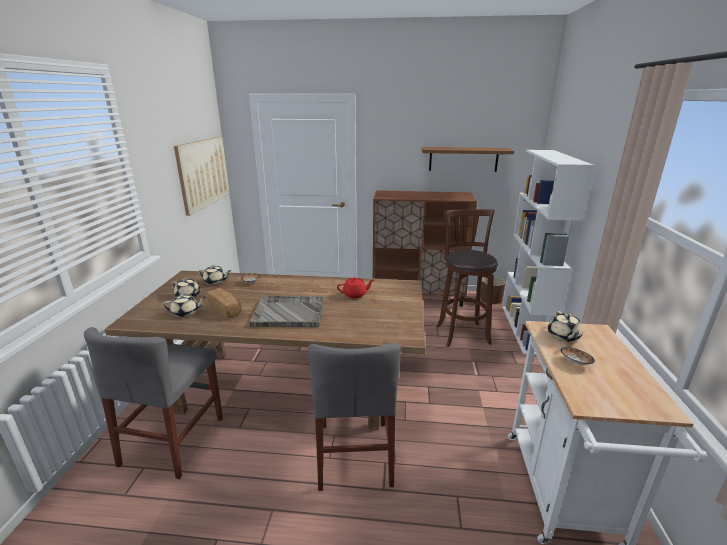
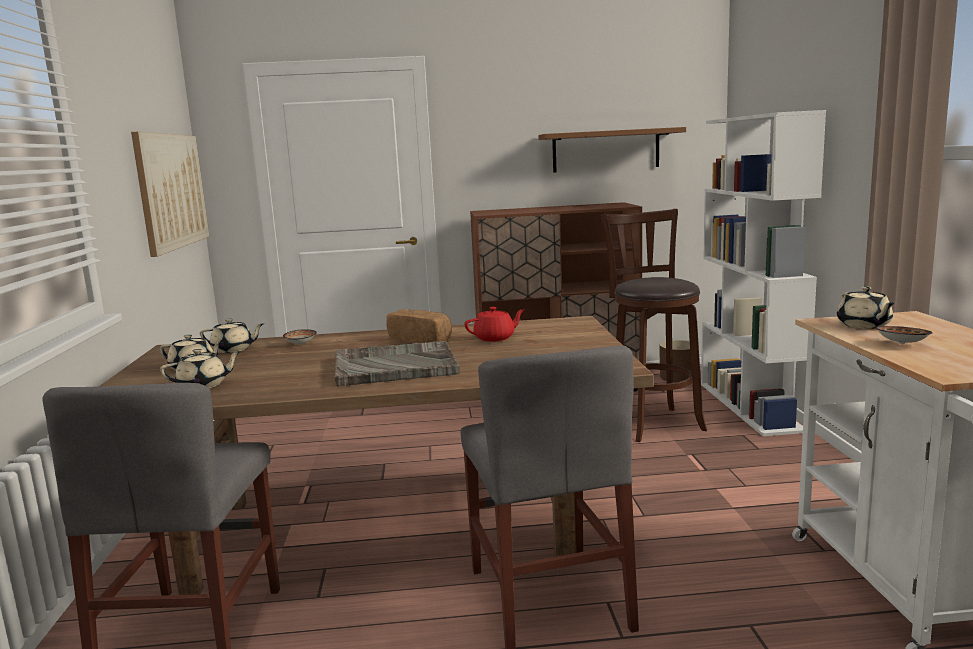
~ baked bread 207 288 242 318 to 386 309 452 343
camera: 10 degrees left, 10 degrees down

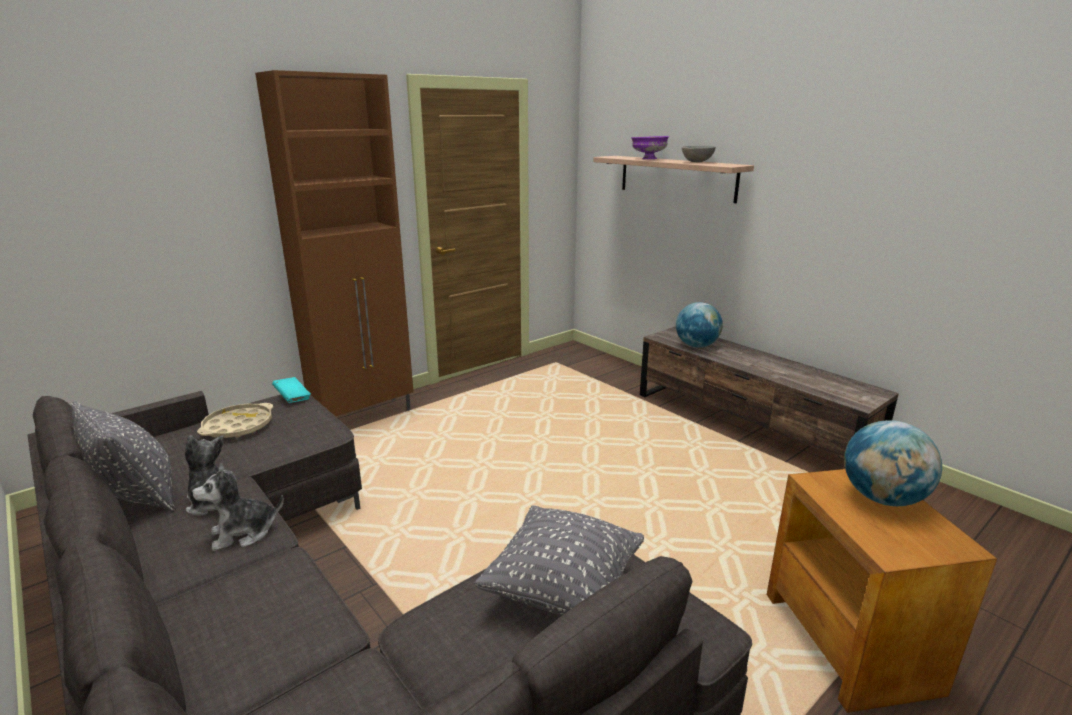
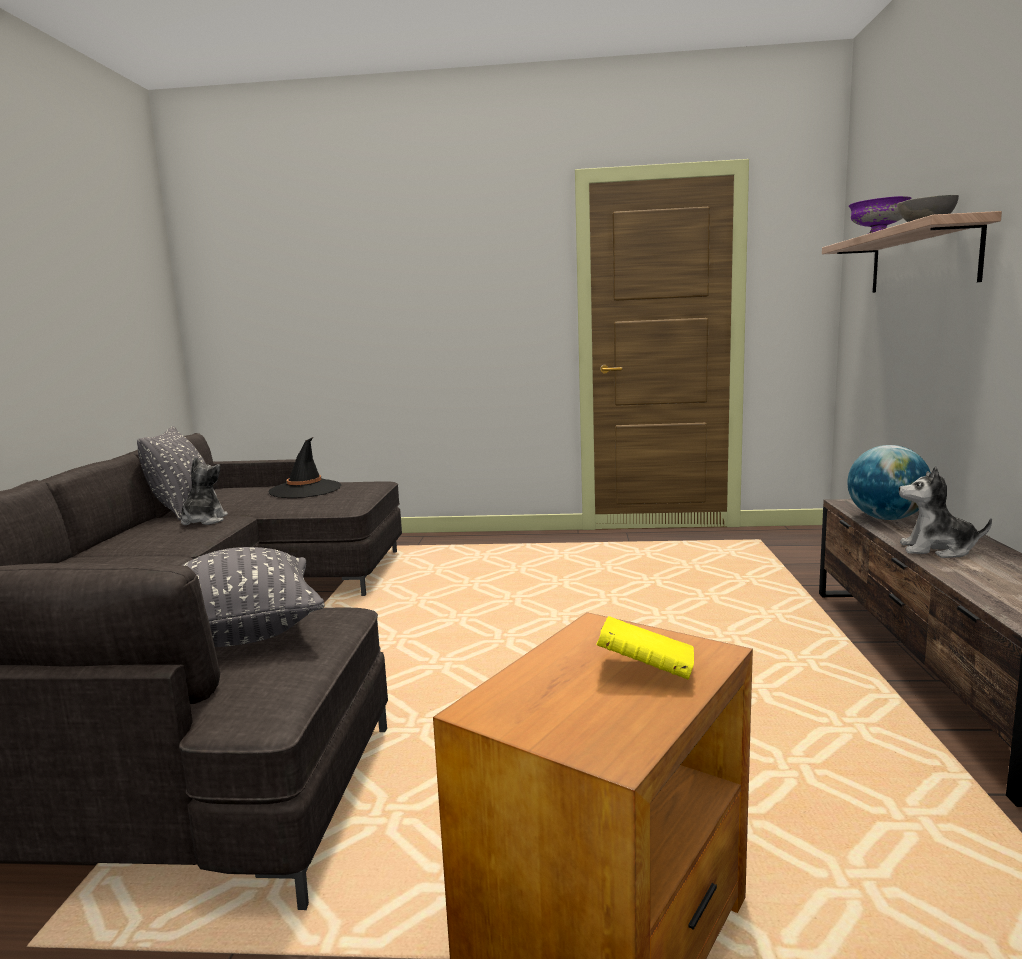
- cabinet/brown-coloured 255 70 413 416
- volume/blue-green 272 377 311 403
~ plush toy 192 463 284 551 to 899 466 992 558
~ tray/beige 197 403 274 438 to hat/black 268 437 341 498
~ desk globe 844 420 942 506 to volume/yellow 596 616 694 680
camera: 45 degrees right, 10 degrees down

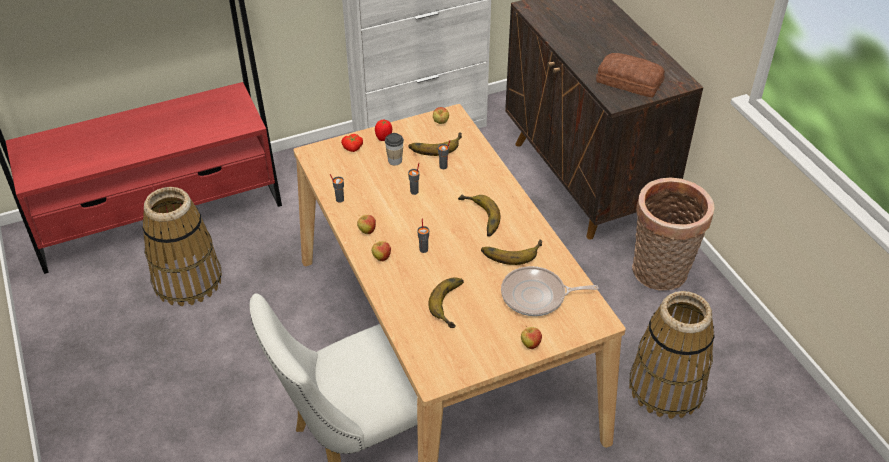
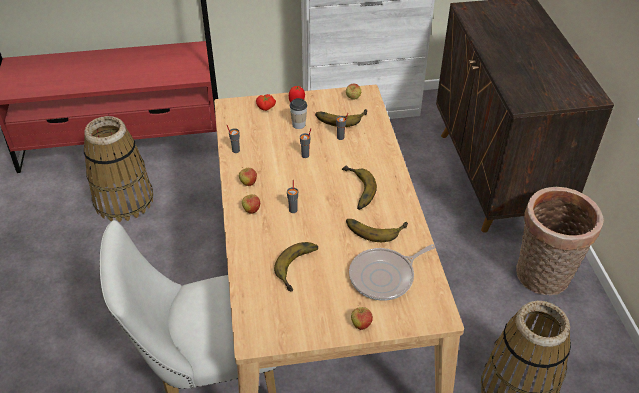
- baked bread 596 53 665 97
~ pan 501 266 598 316 = 349 244 435 301 45 degrees counterclockwise
camera: 15 degrees right, 0 degrees up

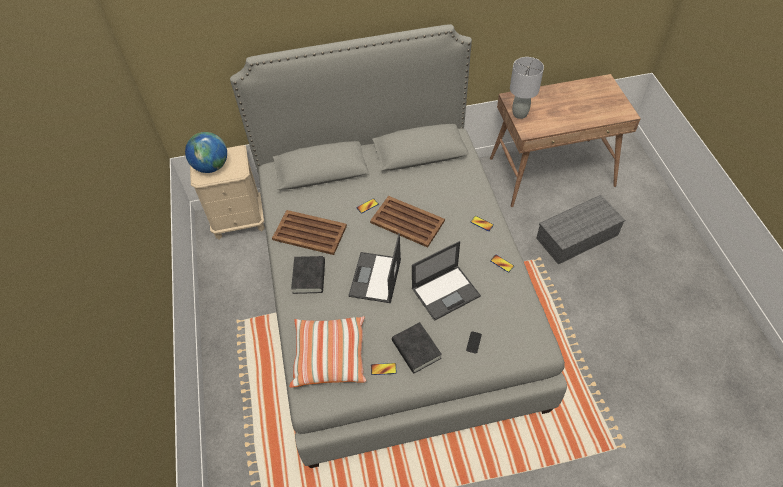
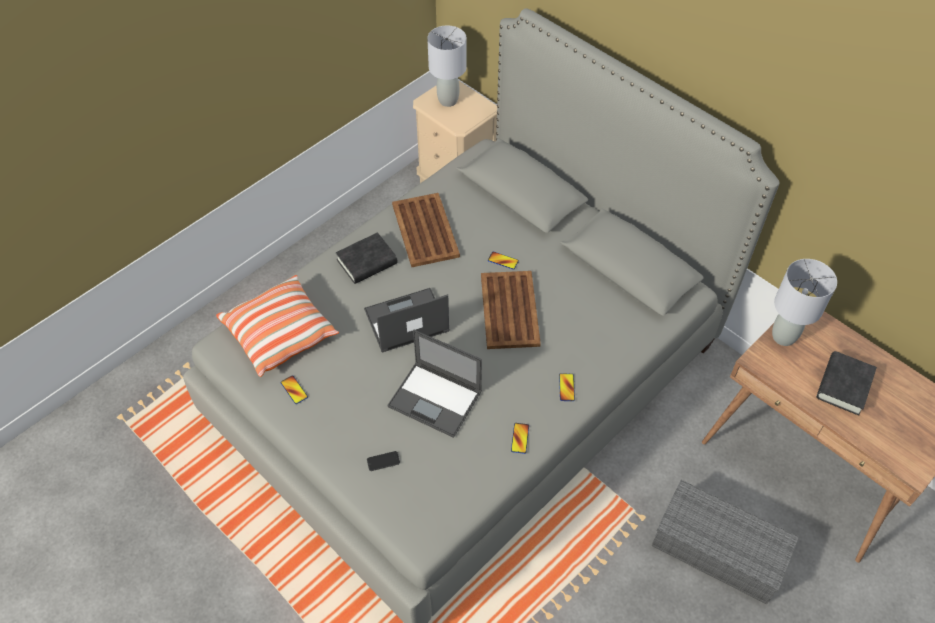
~ volume/black 392 322 442 374 to 816 351 877 416
~ desk globe 185 132 227 173 to tabletop lamp/grey 427 25 467 107
camera: 55 degrees right, 0 degrees up

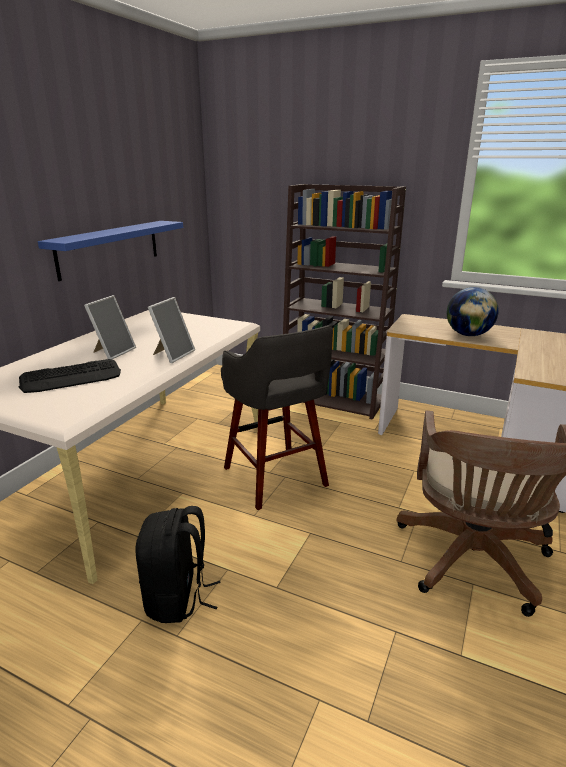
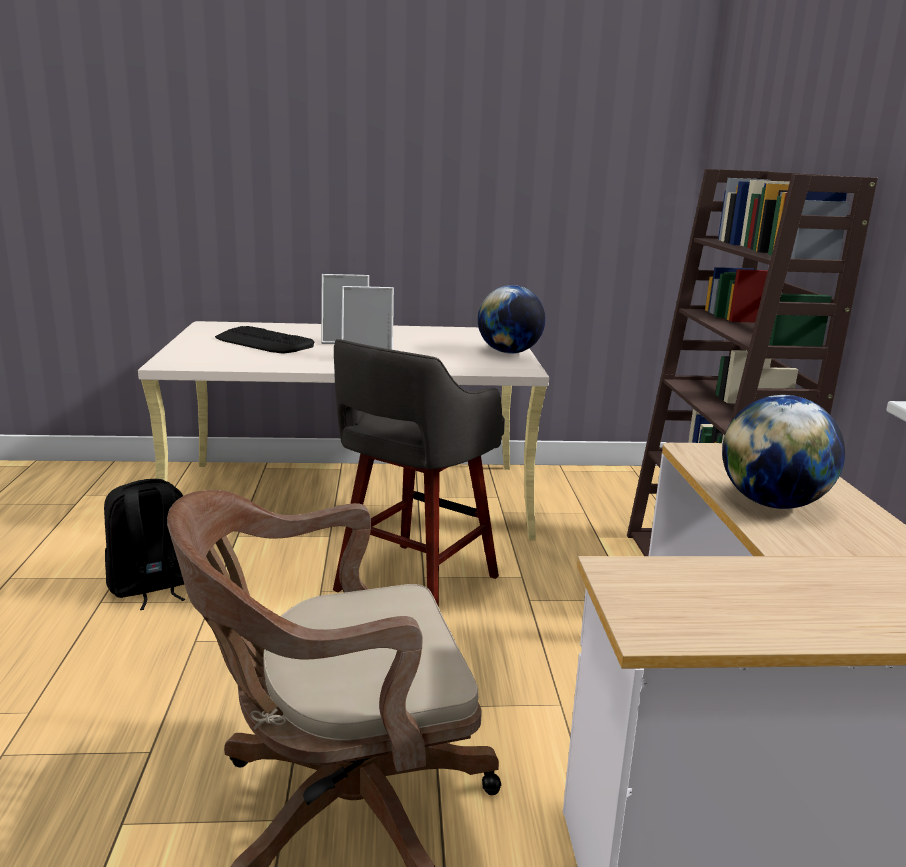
- wall shelf/blue-coloured 38 221 183 281
+ desk globe 478 285 545 354
camera: 60 degrees right, 5 degrees down

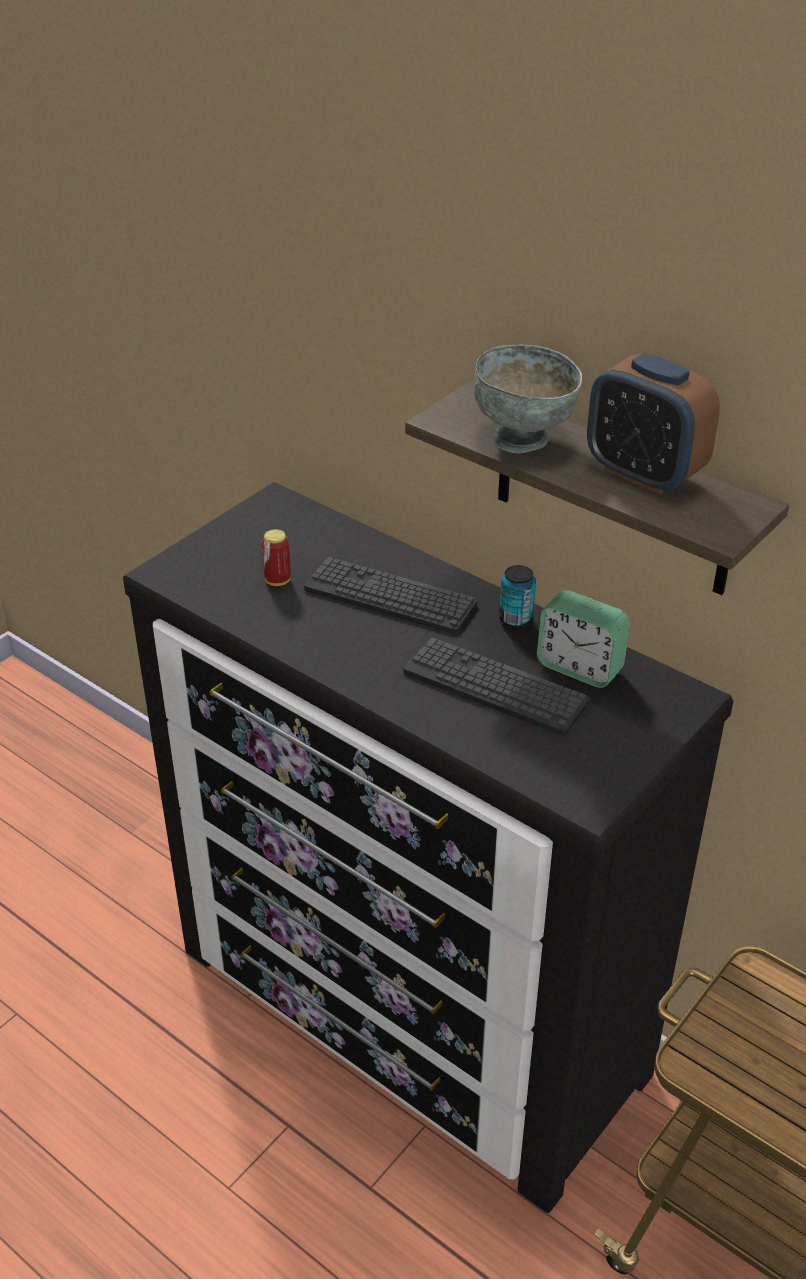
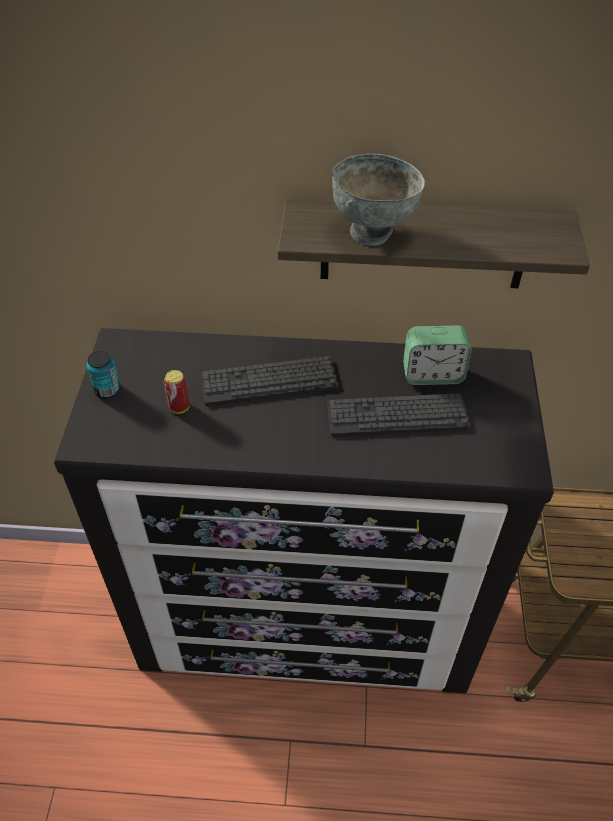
- table clock 587 353 720 495
~ can 499 565 536 629 to 87 351 121 399
camera: 35 degrees left, 10 degrees up

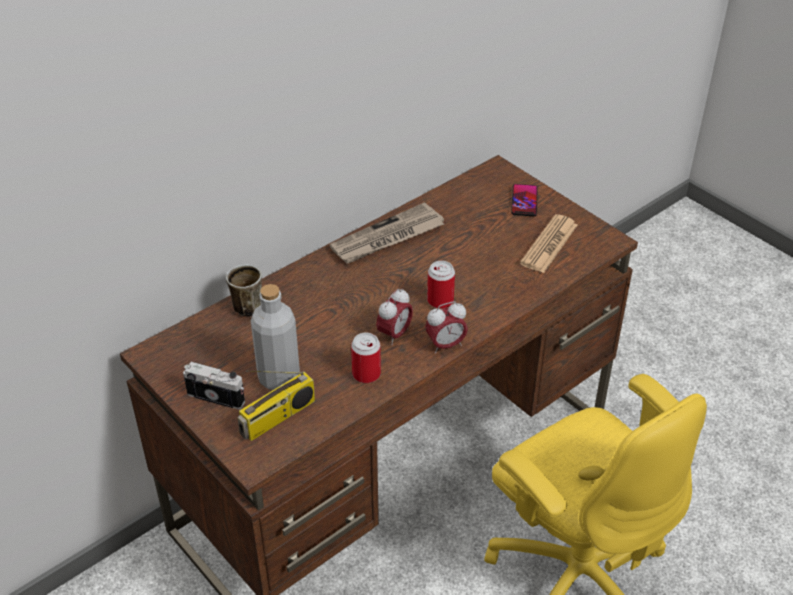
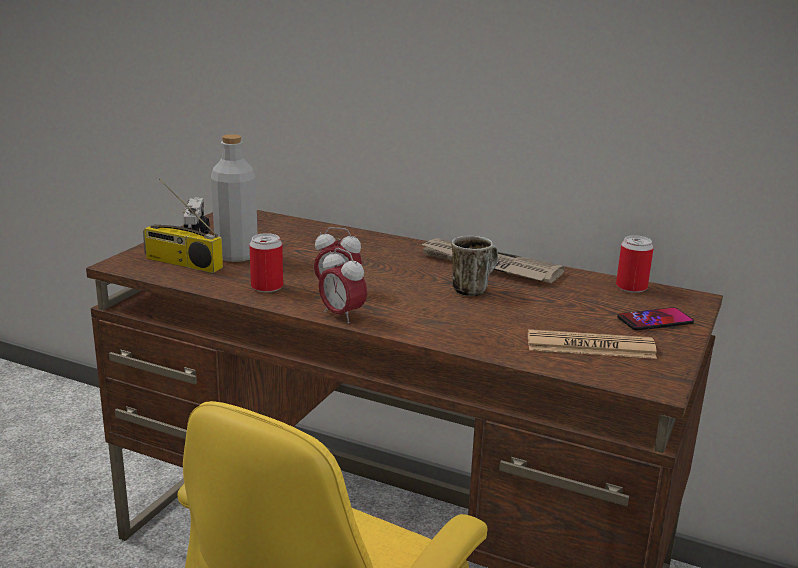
~ coffee mug 226 264 262 316 to 451 236 498 296
~ can 427 261 455 309 to 616 235 654 293
camera: 65 degrees right, 20 degrees down

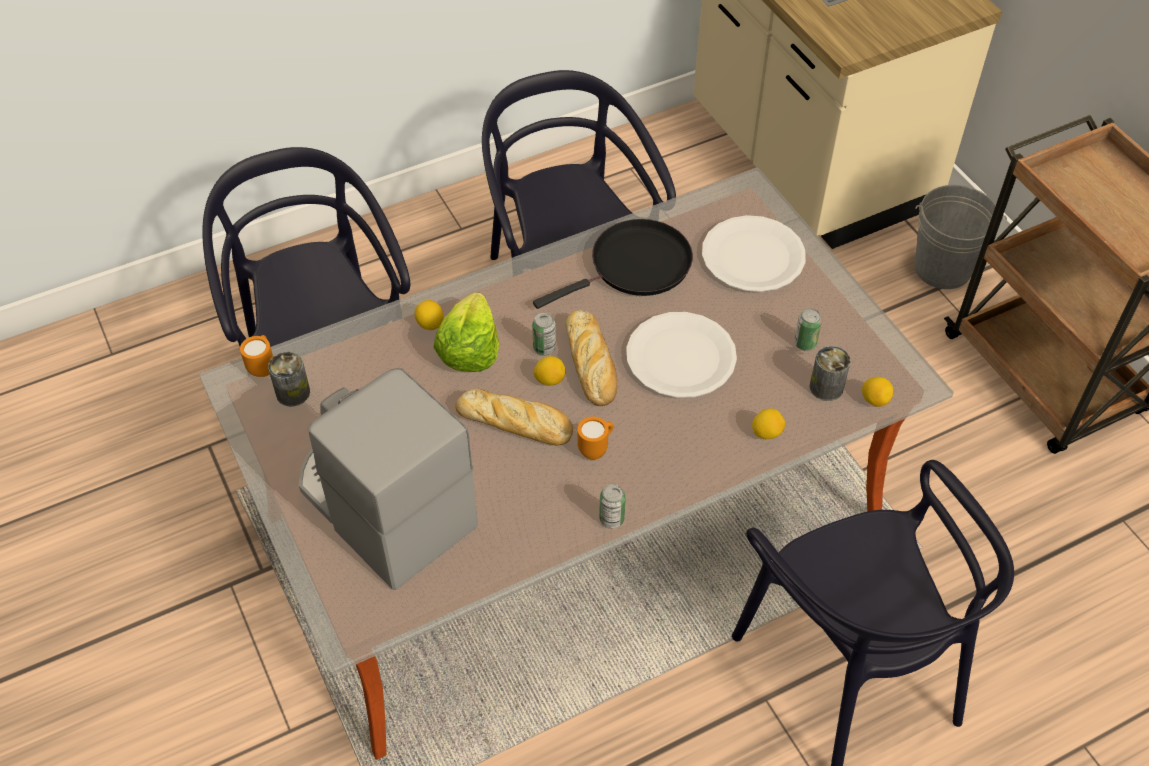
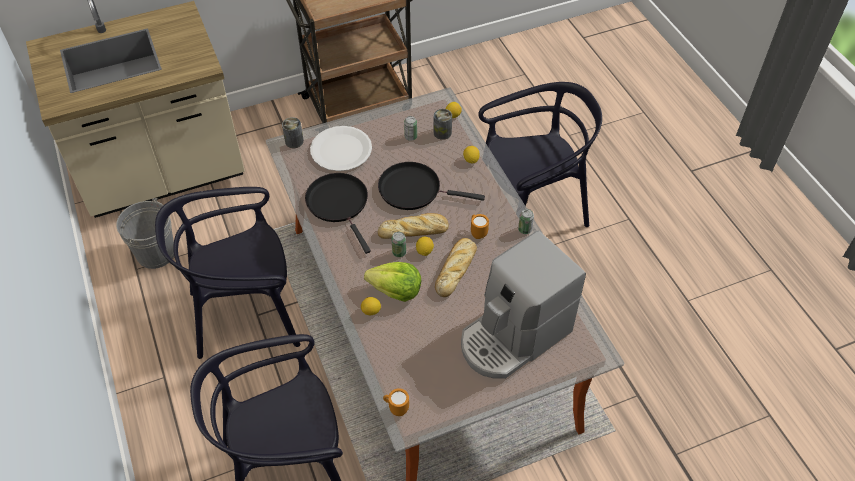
~ can 268 351 310 407 to 282 117 304 148
~ bucket/grey 914 185 1007 289 to 116 198 174 269
~ plate/white-coloured 626 312 737 398 to pan/black 378 162 485 210
camera: 85 degrees left, 0 degrees up

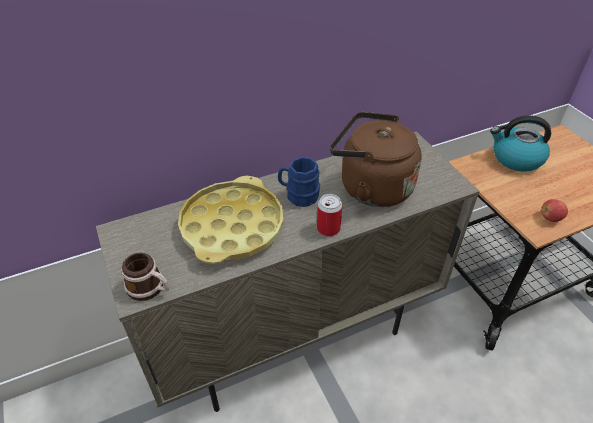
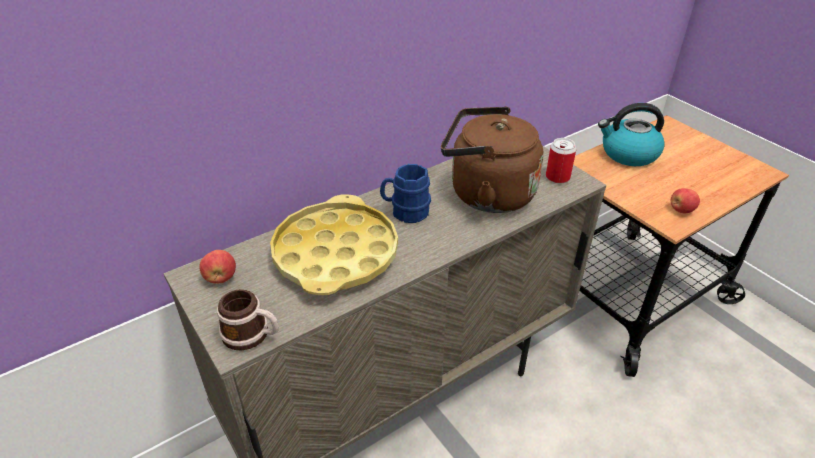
+ whole apple 199 250 236 284
~ can 317 194 342 236 to 546 138 576 184
camera: 10 degrees left, 5 degrees down

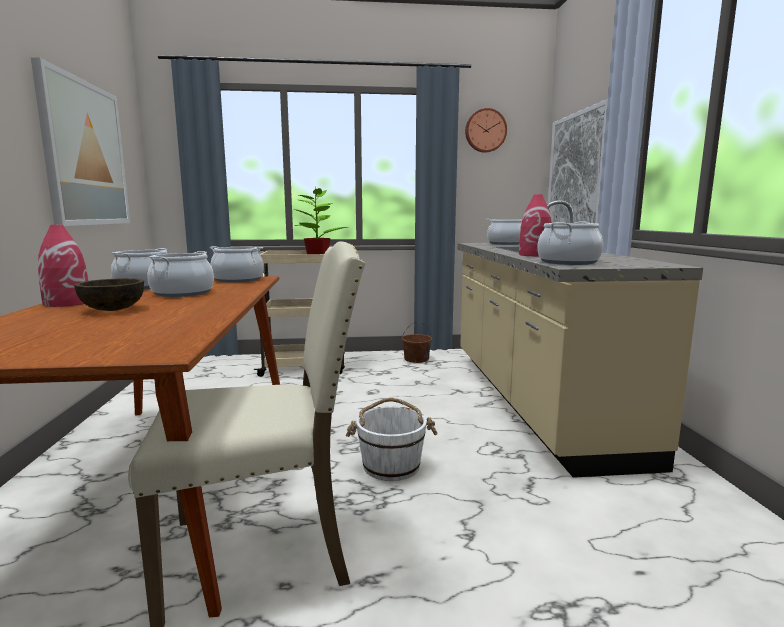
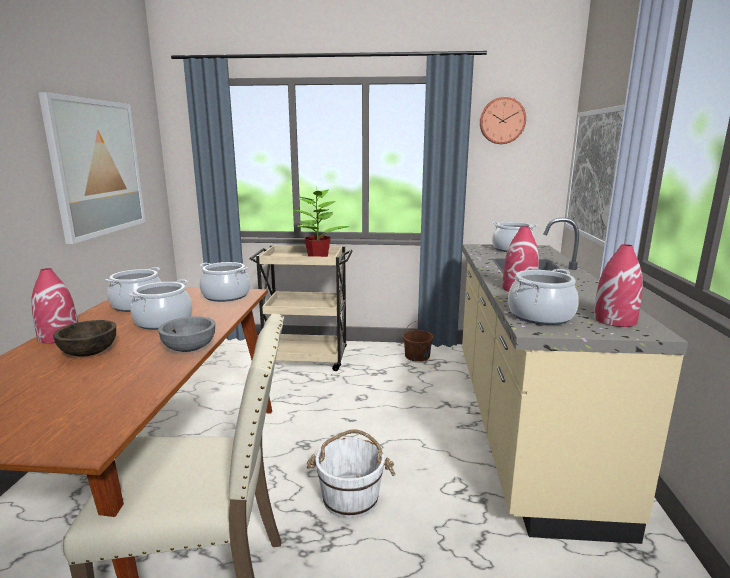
+ serving bowl/grey 158 316 215 352
+ vase/red 593 244 643 327
camera: 10 degrees right, 5 degrees up

